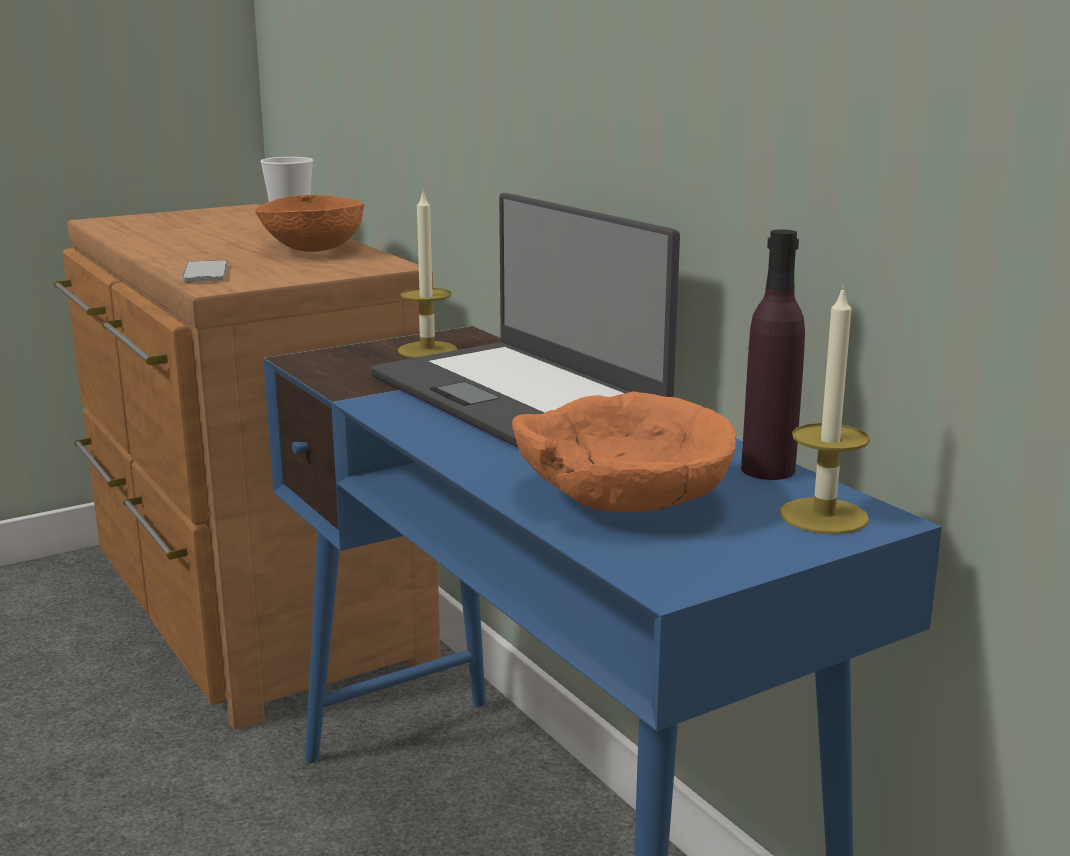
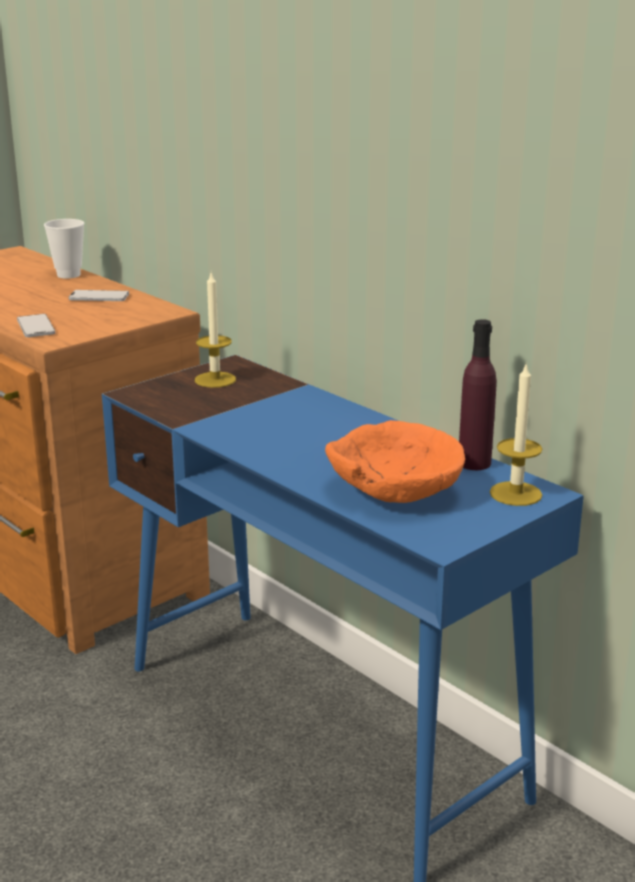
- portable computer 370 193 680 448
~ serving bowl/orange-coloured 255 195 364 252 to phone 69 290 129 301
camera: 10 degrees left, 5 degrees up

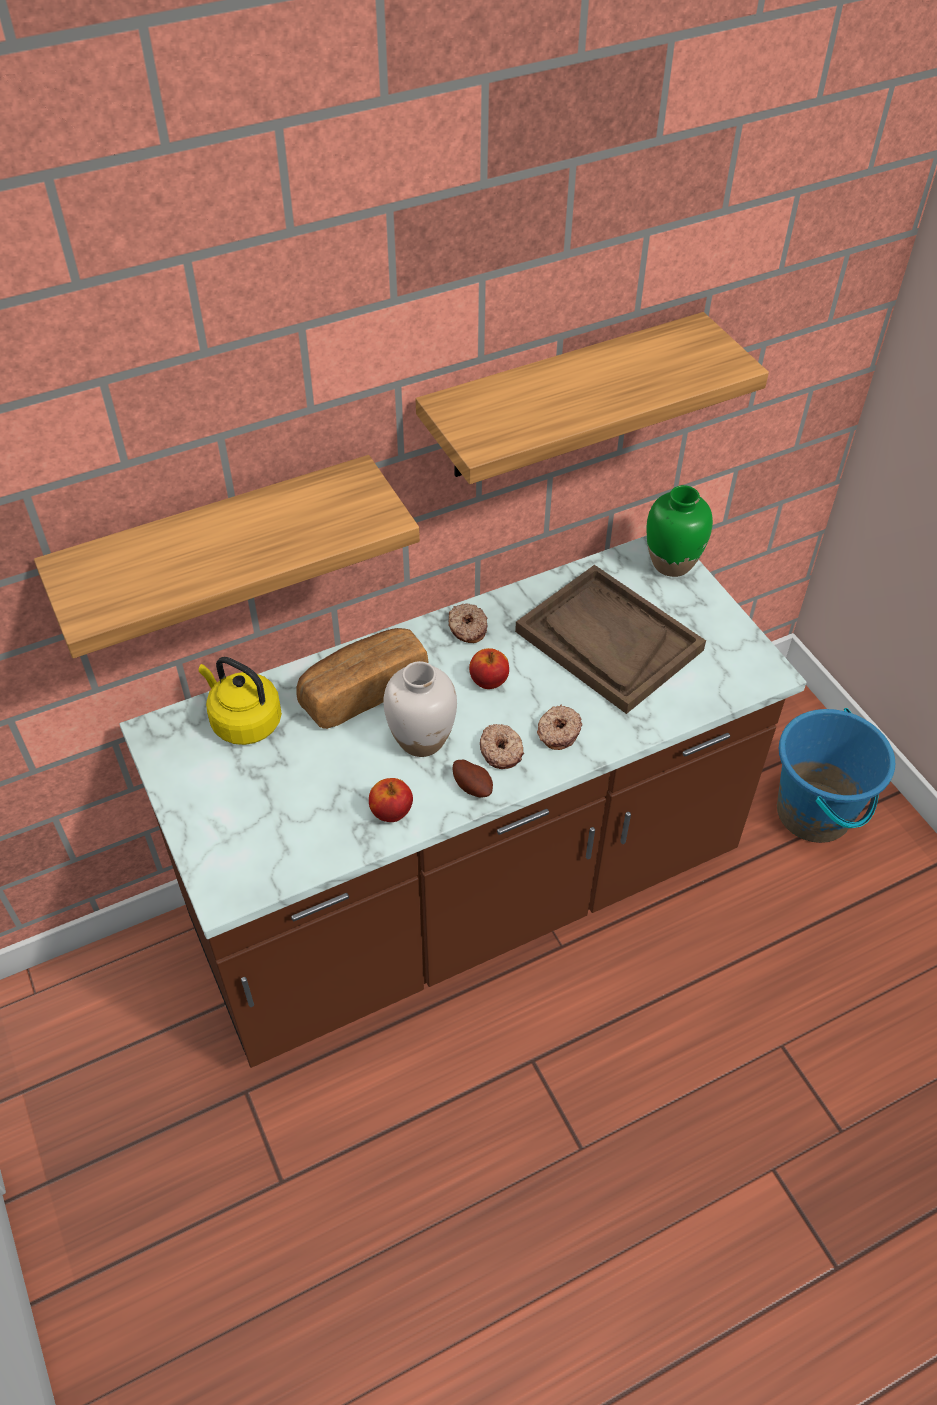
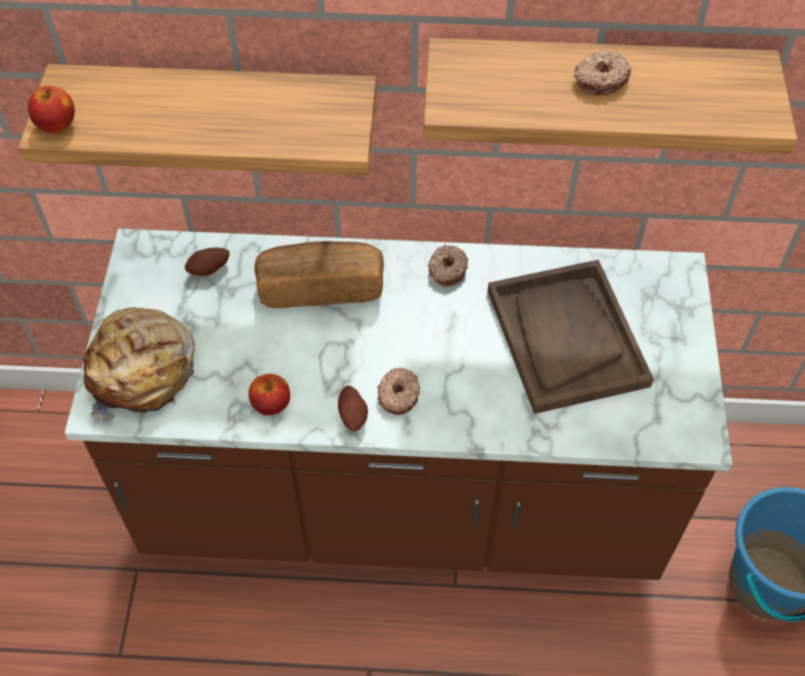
- vase/white-coloured 384 661 457 757
- vase/green 647 485 713 577
+ baked bread 83 308 195 421
~ whole apple 469 648 509 689 to 28 85 75 134
~ ring doughnut 537 705 583 750 to 574 51 631 95
~ water kettle/yellow 199 657 282 745 to spud 185 248 230 276
camera: 30 degrees right, 5 degrees up

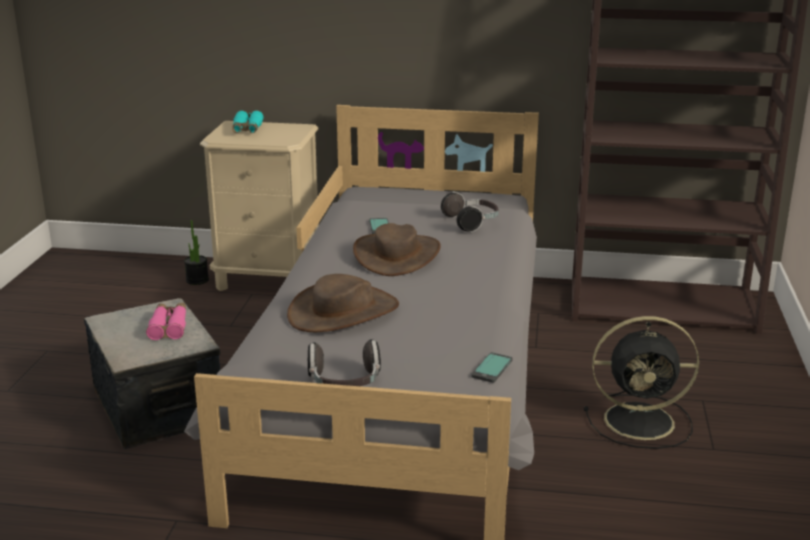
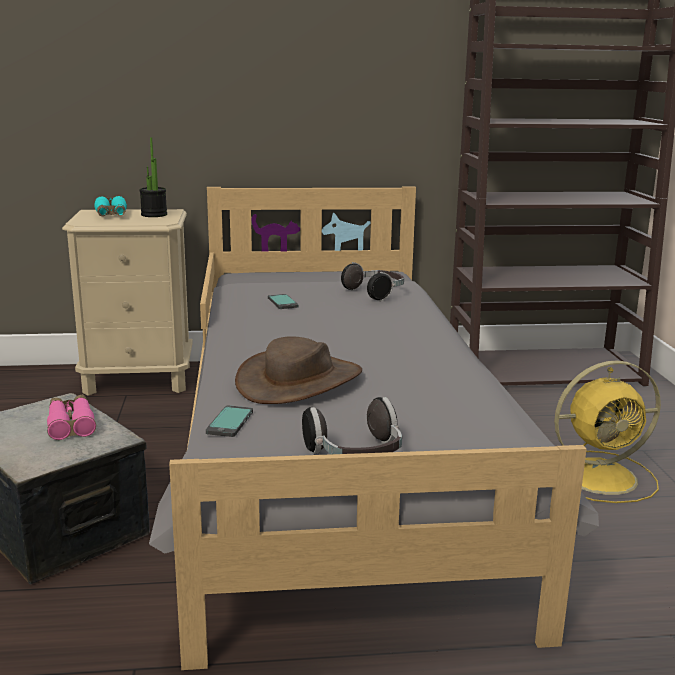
- hat/brown-coloured 353 223 441 276
~ plant in a pot 184 220 209 285 to 139 137 167 217
~ phone 472 352 513 383 to 206 405 253 437
~ electric fan/black 584 316 699 449 to electric fan/yellow 554 360 661 503
camera: 15 degrees left, 5 degrees down

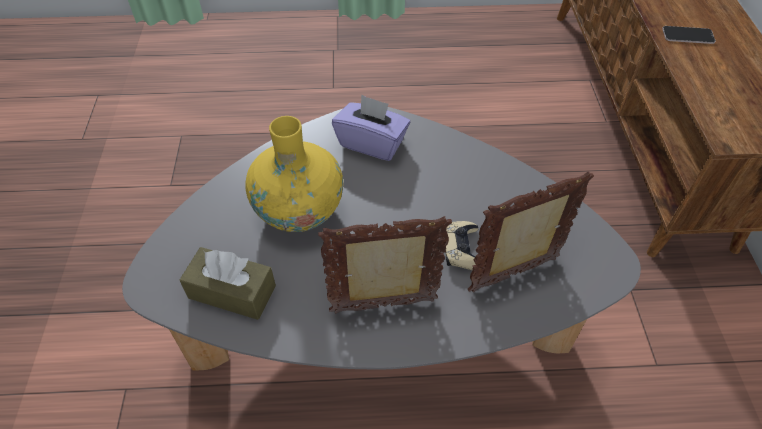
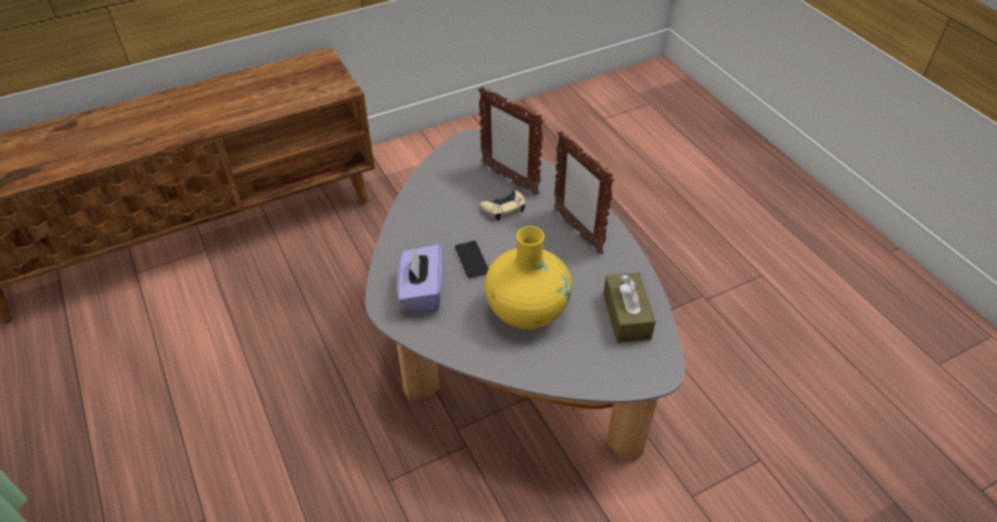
~ phone 662 26 716 44 to 454 240 489 280
camera: 115 degrees left, 5 degrees down

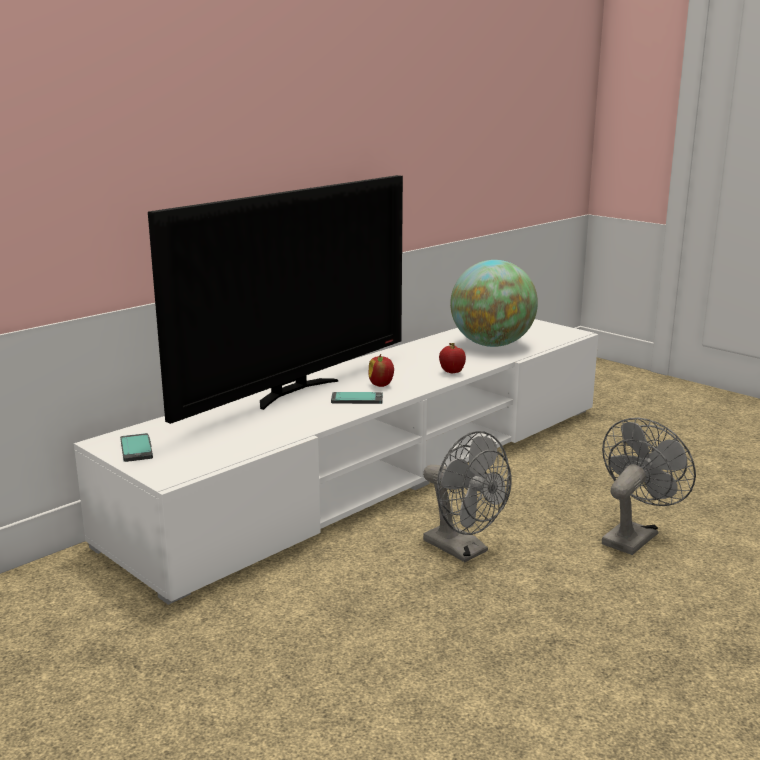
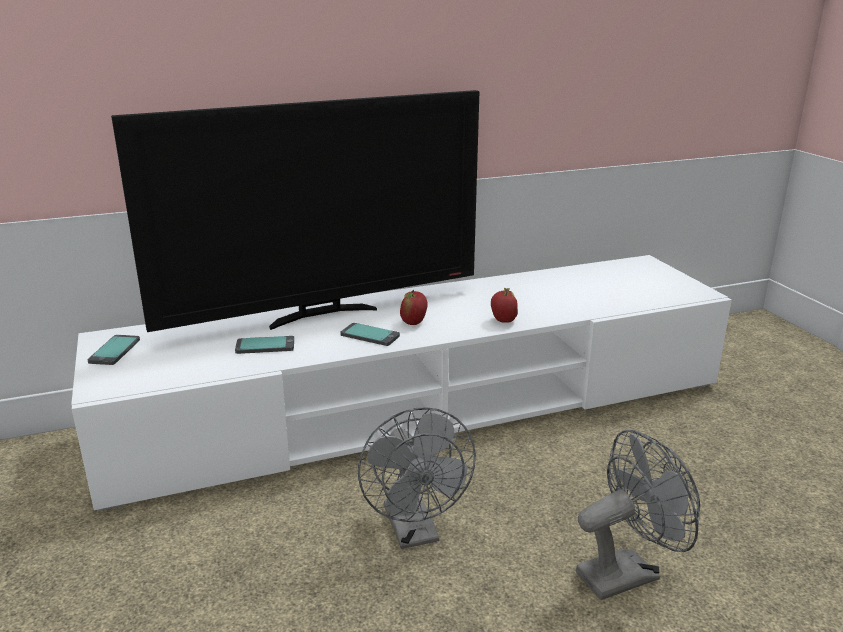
- desk globe 450 260 538 347
+ phone 235 336 294 354
camera: 25 degrees right, 5 degrees up

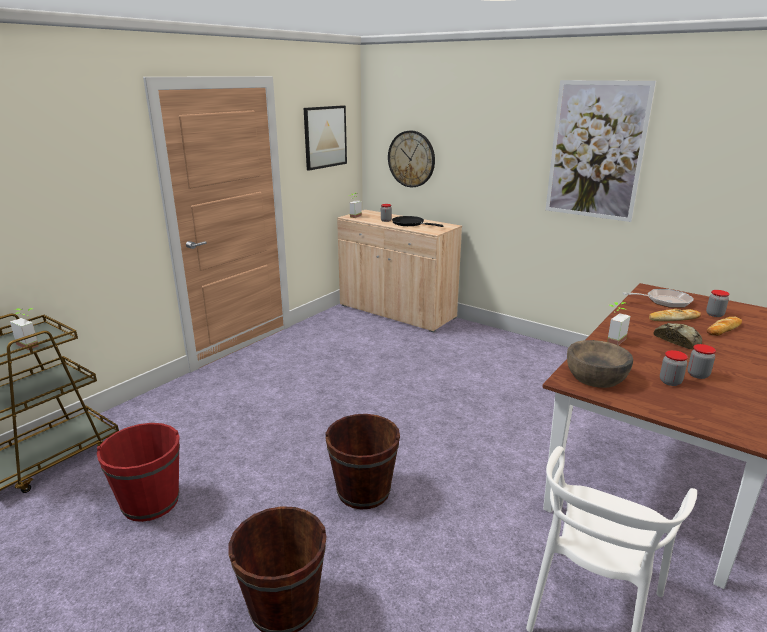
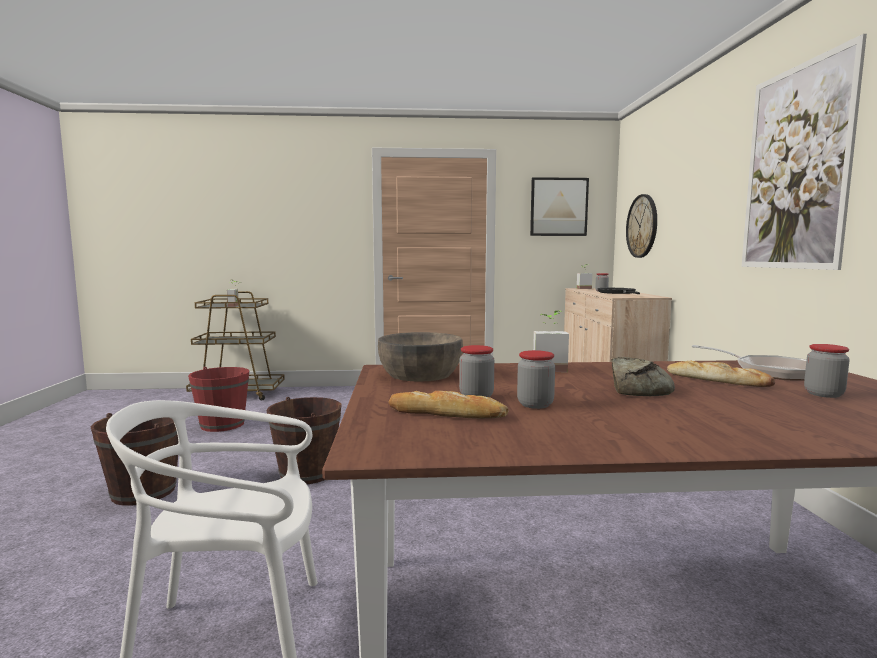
~ baked bread 707 316 742 336 to 389 391 509 419
camera: 50 degrees right, 15 degrees down

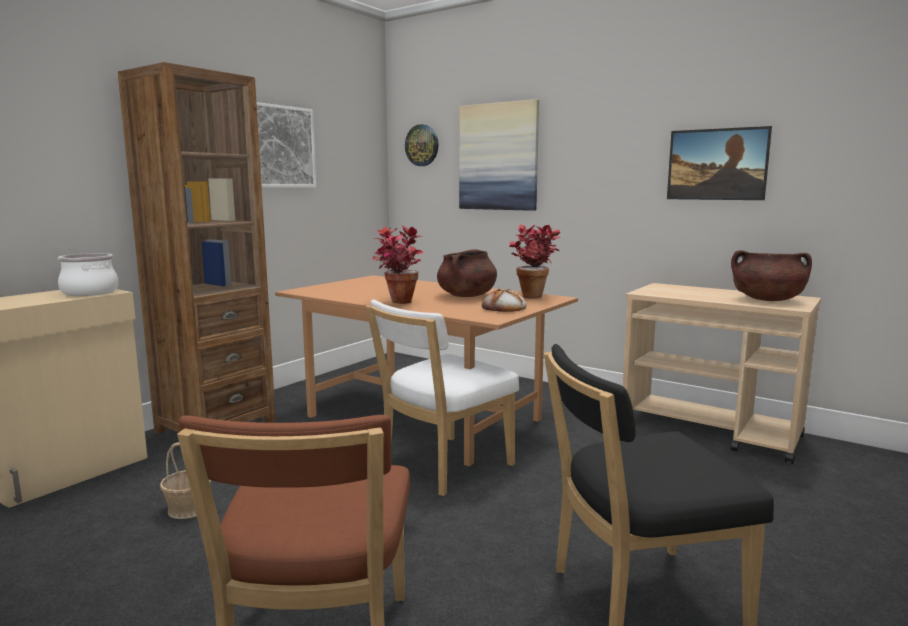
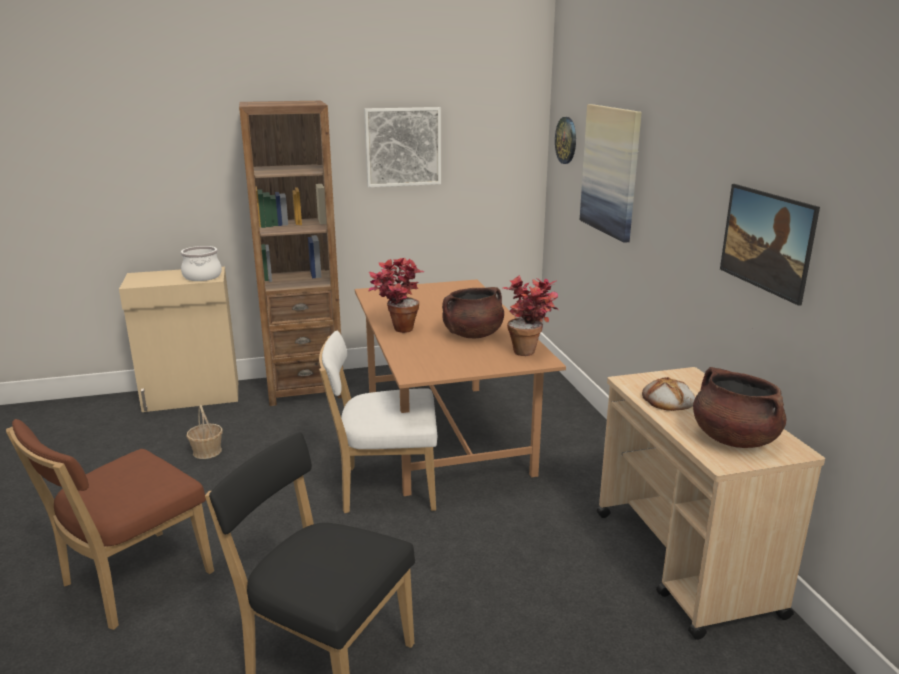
~ baked bread 482 289 527 312 to 642 377 695 411
camera: 40 degrees right, 10 degrees up

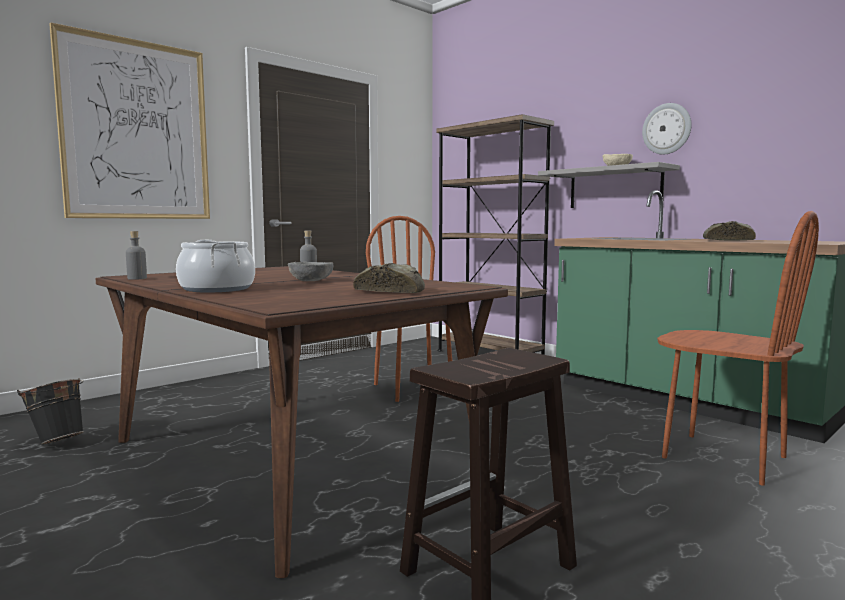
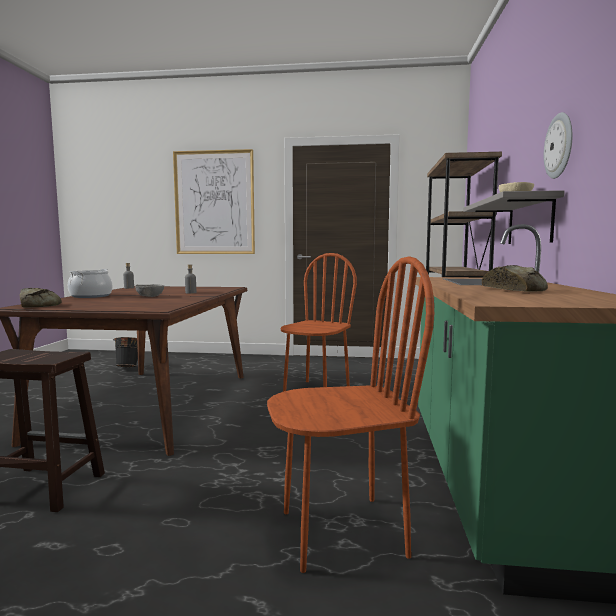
~ baked bread 353 263 425 293 to 20 288 62 308
~ plain chair/brown-coloured 657 211 819 486 = 267 256 434 573 105 degrees counterclockwise
camera: 50 degrees right, 0 degrees up

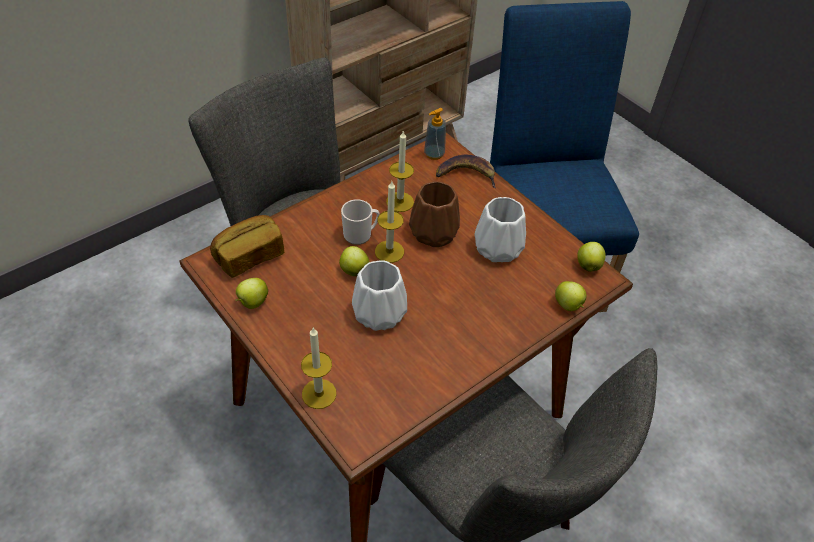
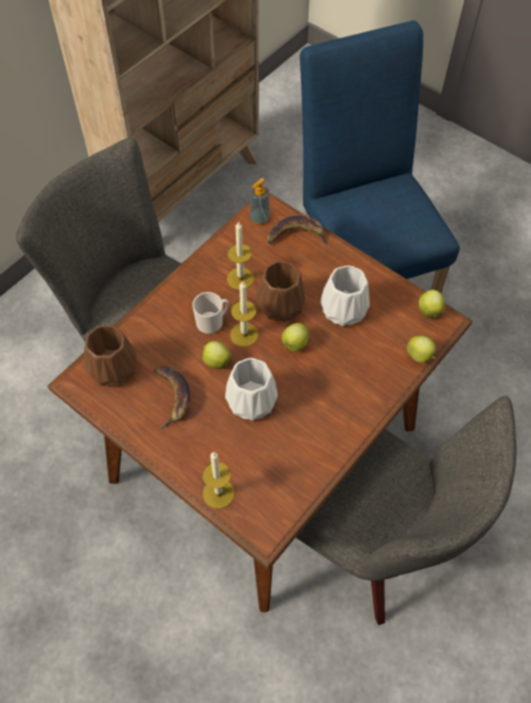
+ banana 154 366 190 429
~ whole apple 235 278 268 309 to 282 323 309 352
~ baked bread 210 215 284 278 to vase/brown-coloured 85 325 137 387
camera: 10 degrees left, 10 degrees up

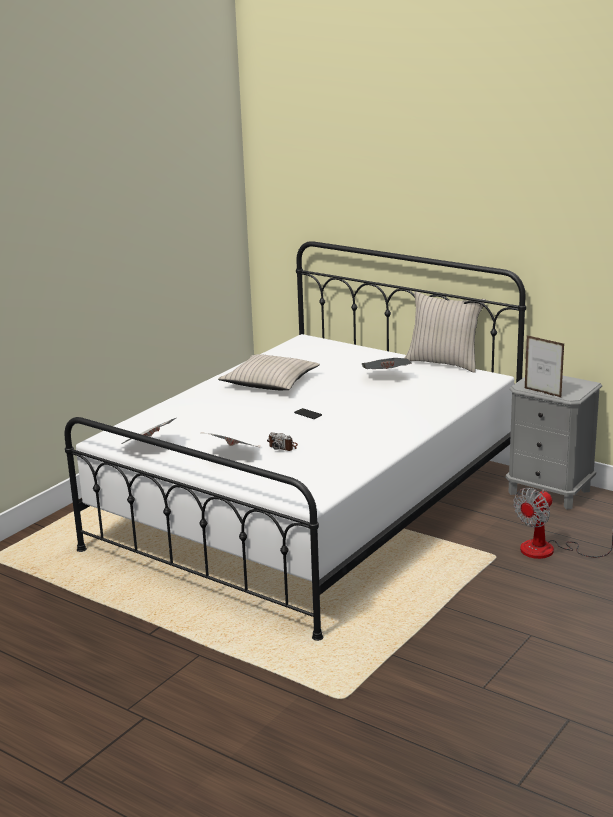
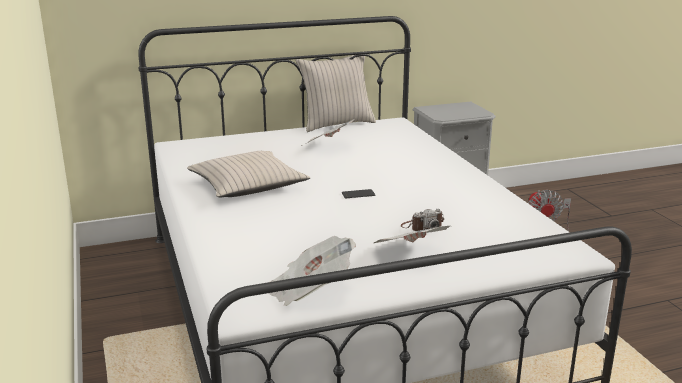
- photo frame 525 335 564 398
camera: 55 degrees left, 0 degrees up

